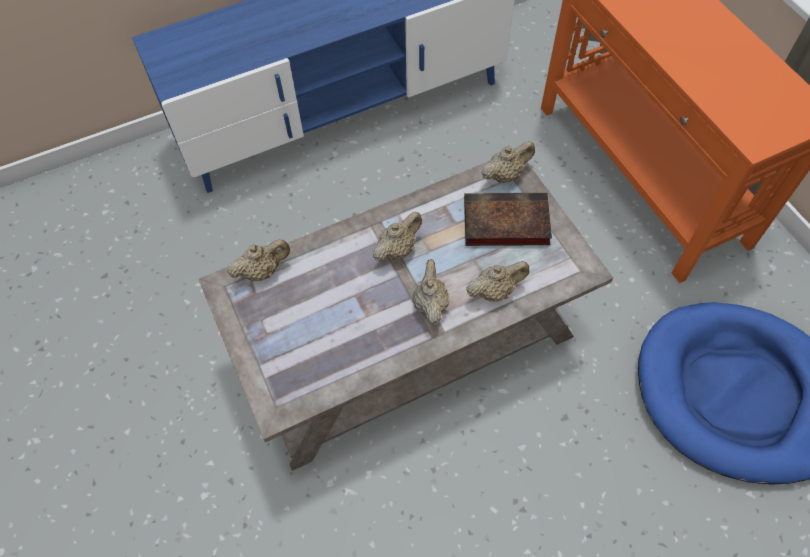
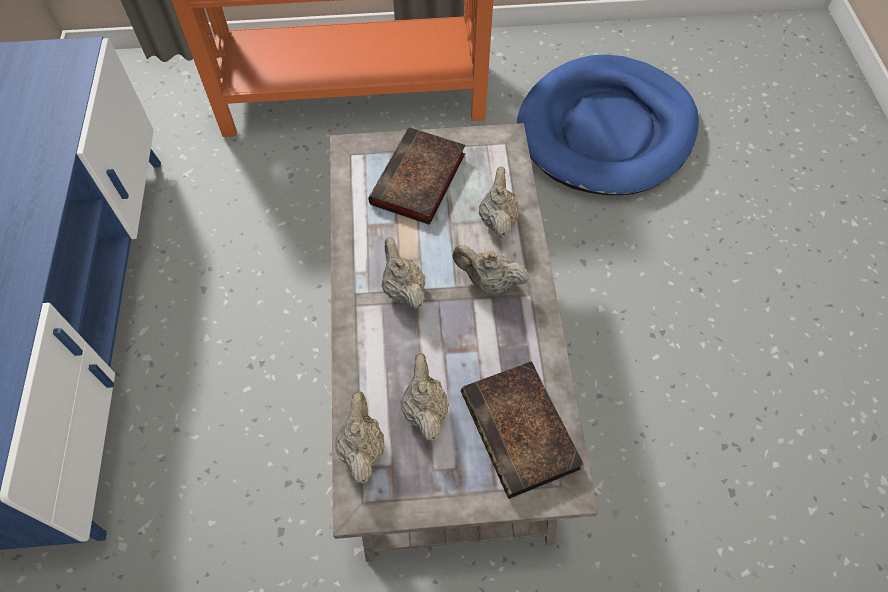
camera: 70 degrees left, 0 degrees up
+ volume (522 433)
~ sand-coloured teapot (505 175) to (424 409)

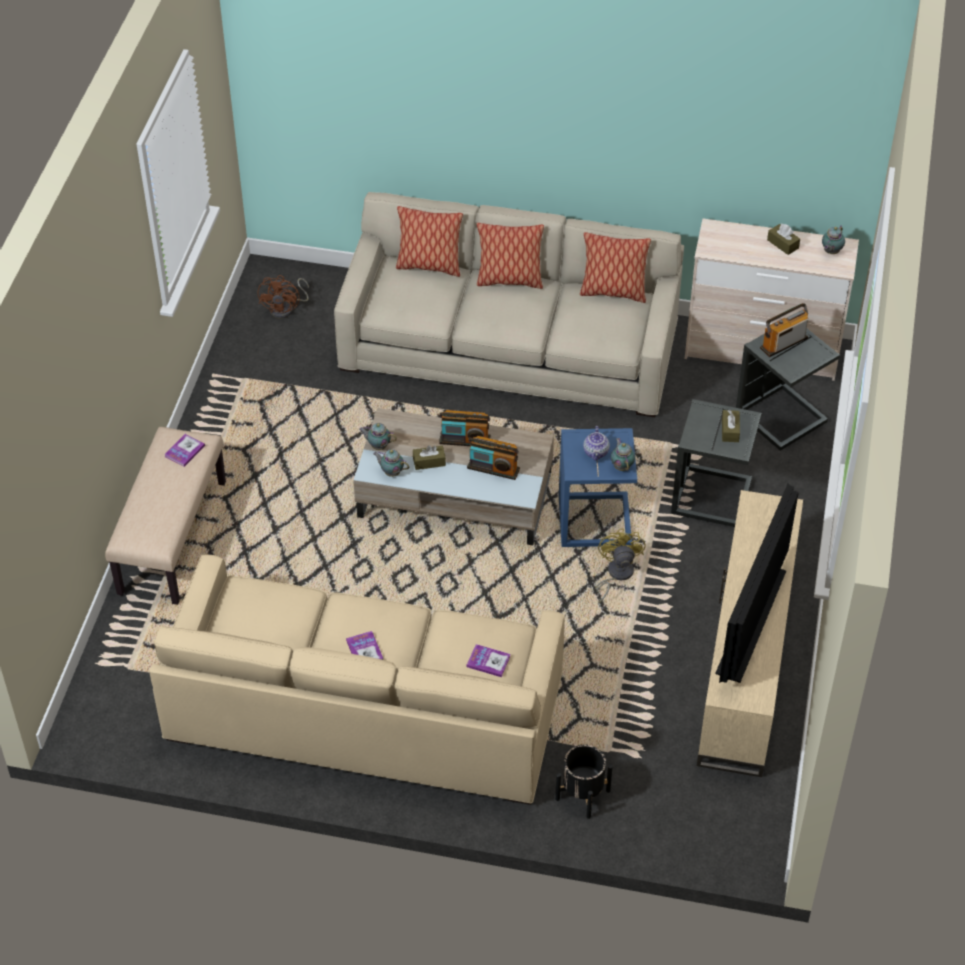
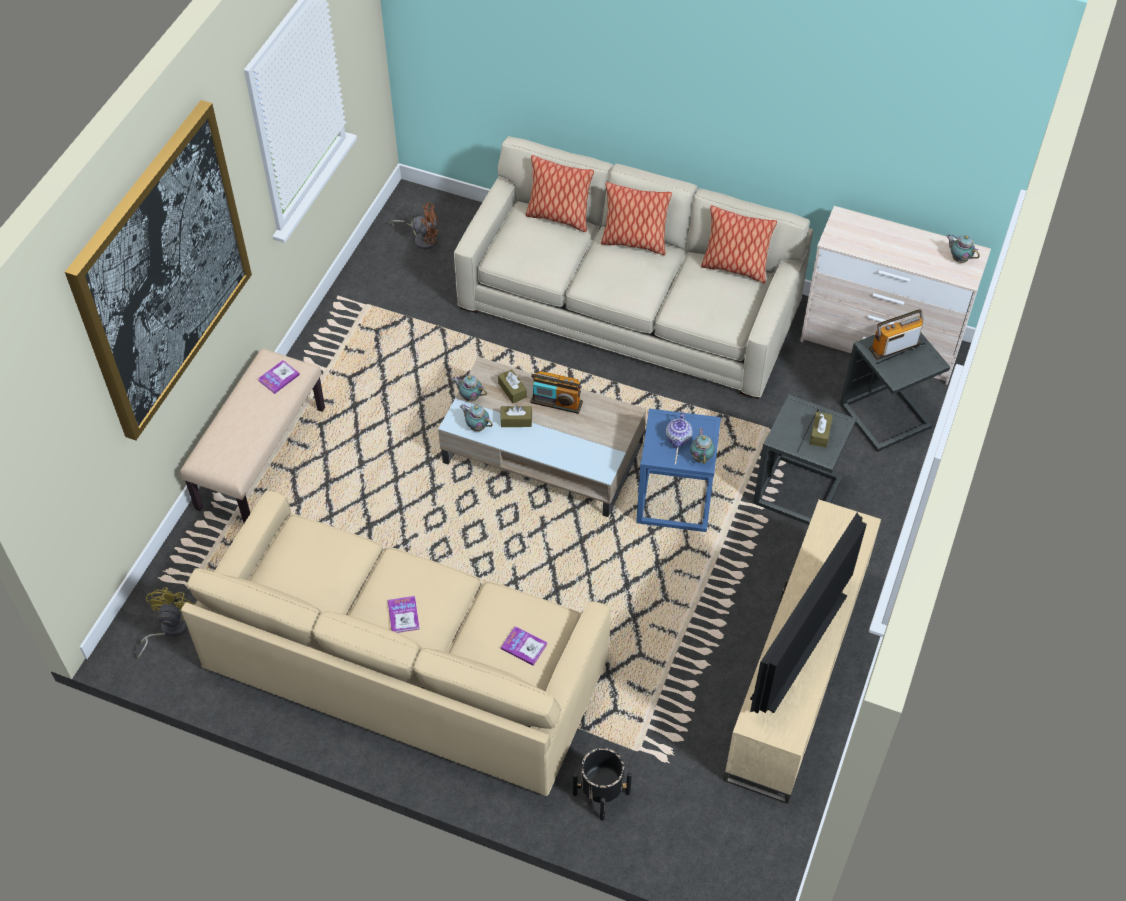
camera: 10 degrees right, 5 degrees up
- radio receiver (493 468)
+ wall picture (162 271)
~ yellowish electric fan (616 574) to (169 629)
~ brown-coloured box of tissues (782 244) to (512 390)
~ brown-coloured electric fan (286 309) = (422 239) 105 degrees counterclockwise
~ teapot (830 252) = (959 258) 90 degrees clockwise

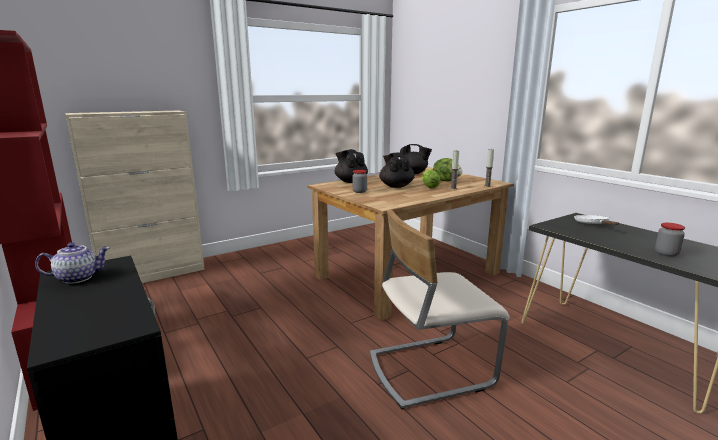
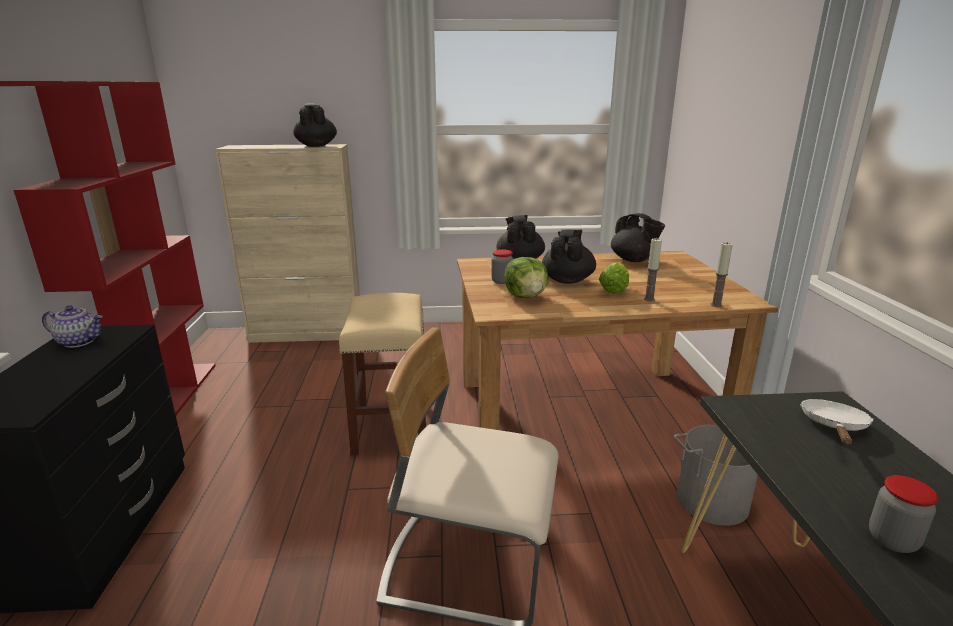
camera: 30 degrees right, 5 degrees up
+ black teapot (316 146)
+ sand-coloured sitting stool (390 424)
+ gray bucket (713 501)
~ lettuce head (446 181) to (526 296)

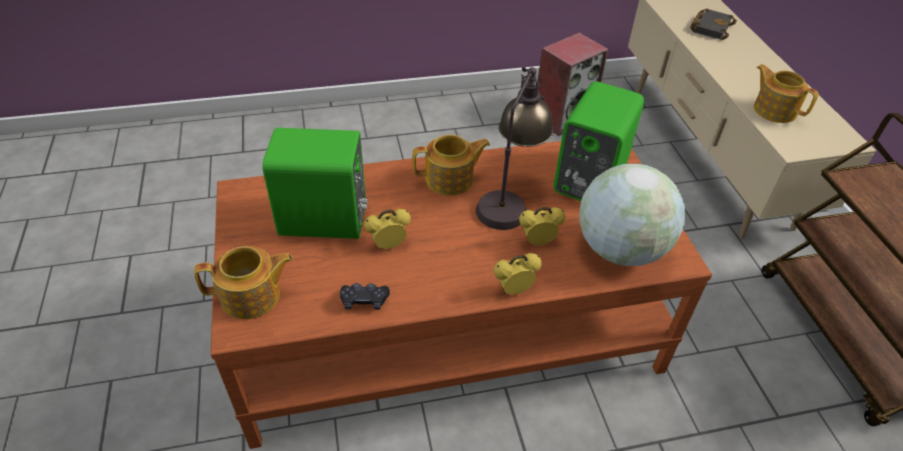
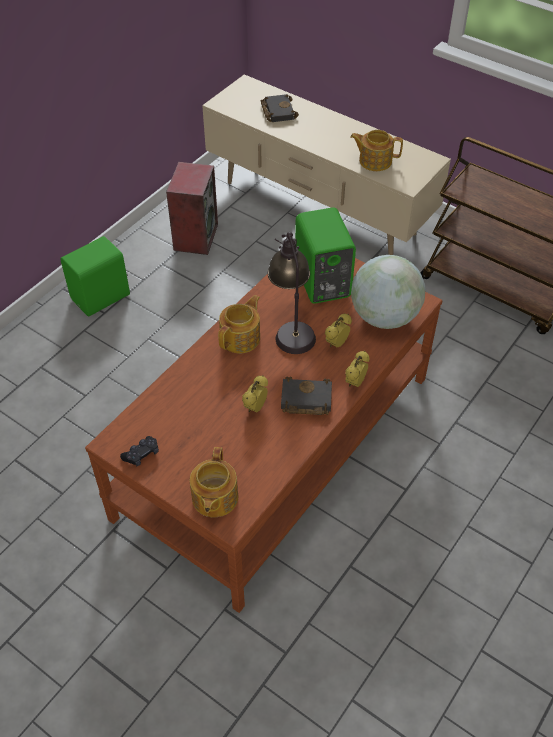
camera: 40 degrees left, 5 degrees up
+ black volume (304 400)
~ green-coloured loudspeaker (324 221) to (102 298)
~ black game controller (364 301) to (141 454)
~ teapot (252 296) = (214 498) 150 degrees clockwise

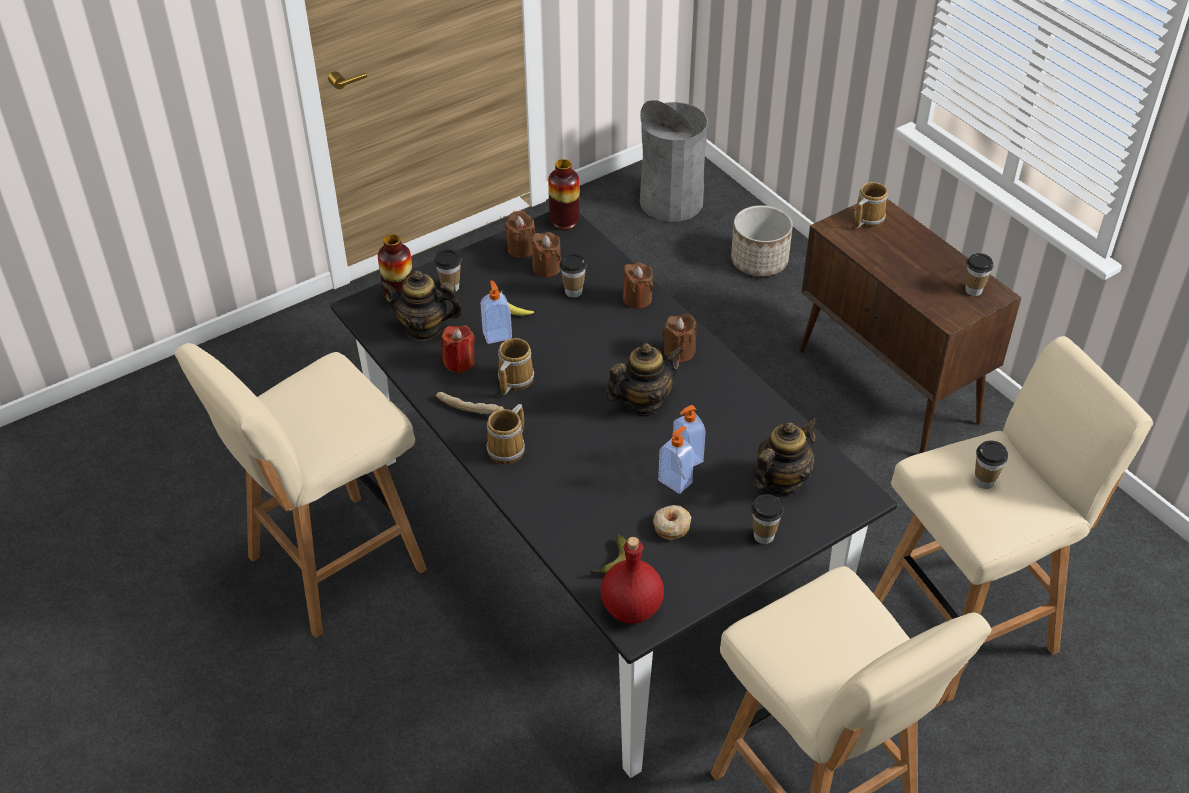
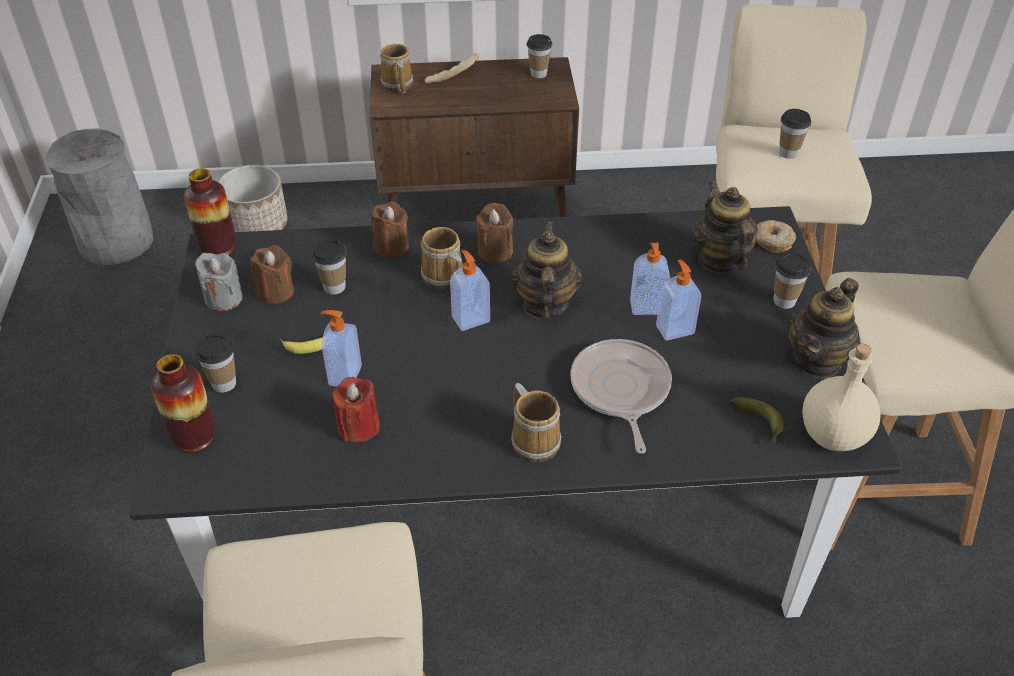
camera: 60 degrees left, 0 degrees up
+ soap bottle (470 319)
+ frying pan (620 390)
~ teapot (424 328) to (817 360)
~ baked bread (470 408) to (452 74)
~ coffee mug (513 380) to (443 278)
~ ring doughnut (671 526) to (772 241)
~ brown-coloured candle (521 249) to gray candle (223 298)
~ red bottle (630 609) to sand-coloured bottle (833 436)

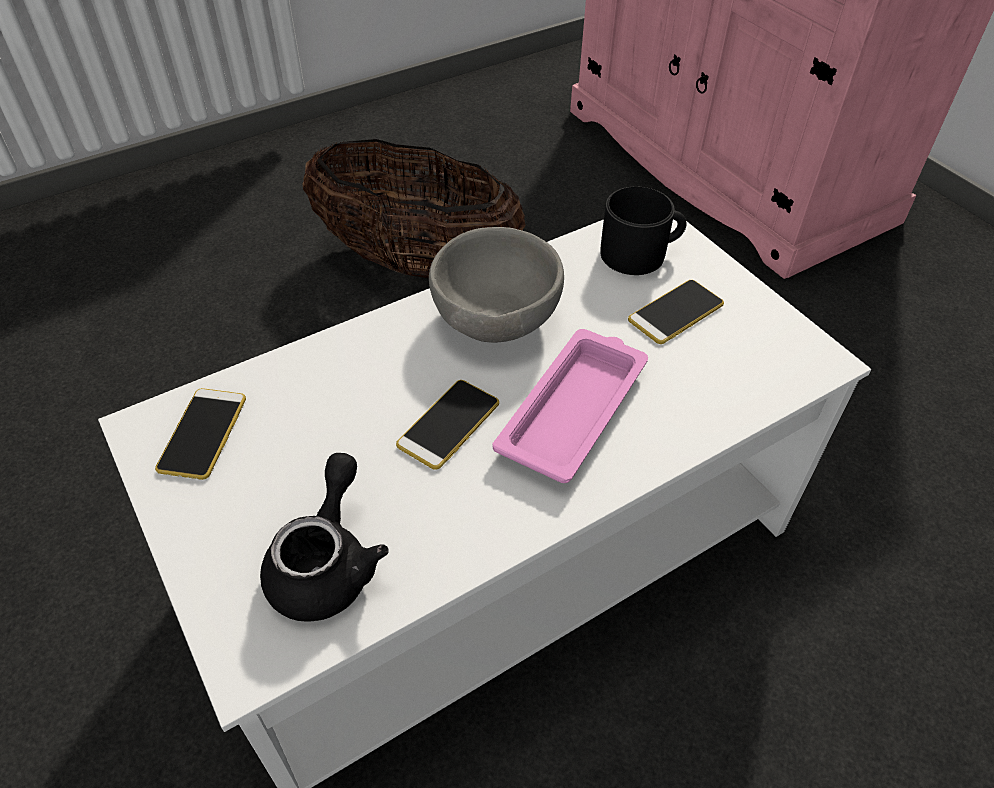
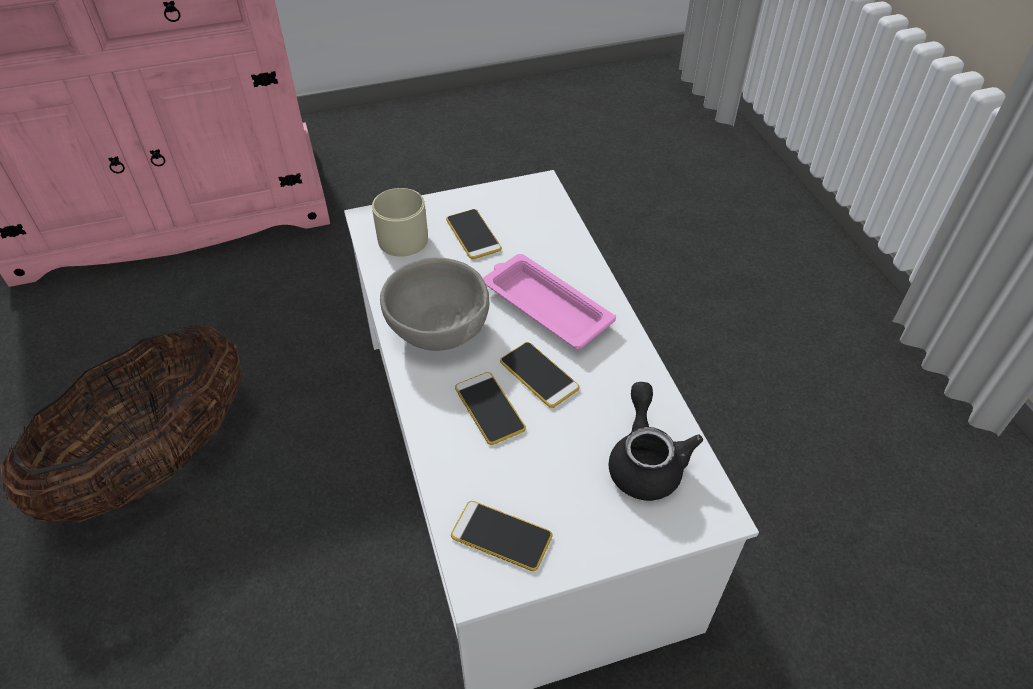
camera: 75 degrees left, 0 degrees up
+ telephone (489 408)
~ black coffee mug (641 253) to sand-coloured coffee mug (404 235)
~ black teapot (327 563) = (645 461) 60 degrees clockwise

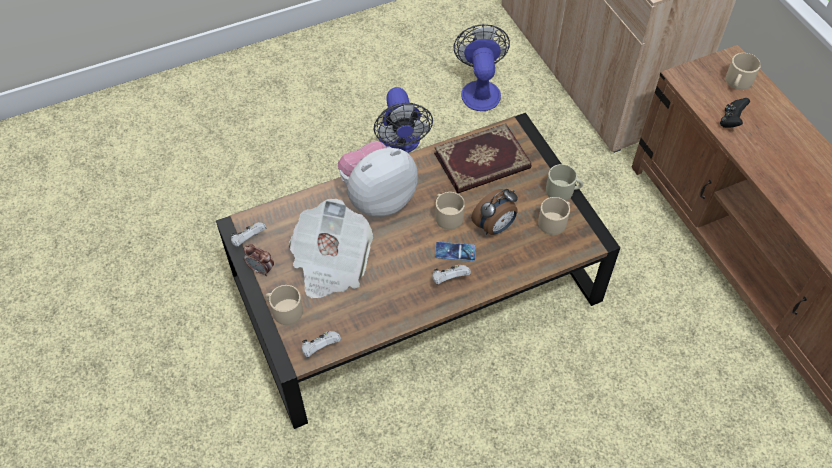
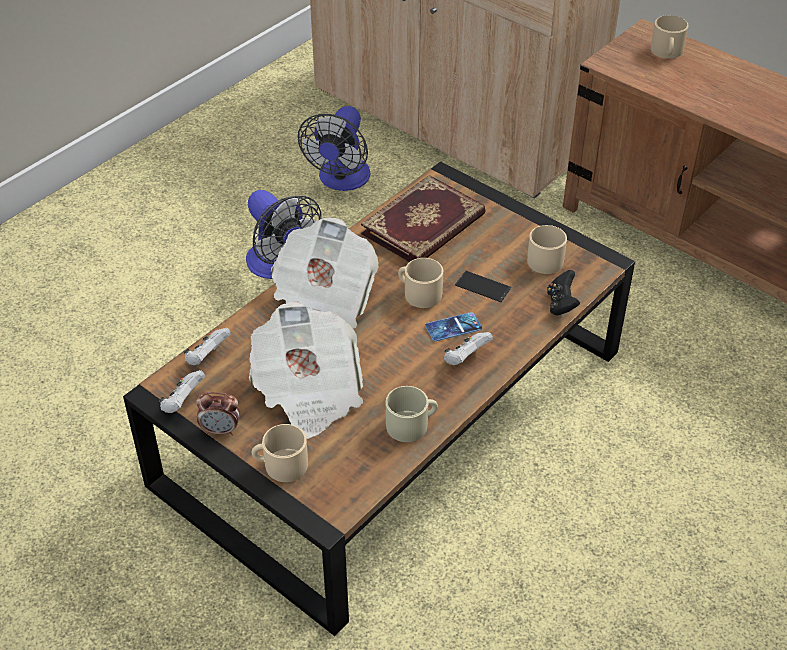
camera: 25 degrees left, 10 degrees down
~ white game controller (320 348) to (207 357)
~ sand-coloured coffee mug (563 191) to (412 424)
~ black game controller (731 120) to (561 304)
~ cuddly toy (378 198) to newspaper (322 302)
~ table clock (494 227) to telephone (482 286)
~ electric fan (480 90) = (341 180) 135 degrees counterclockwise

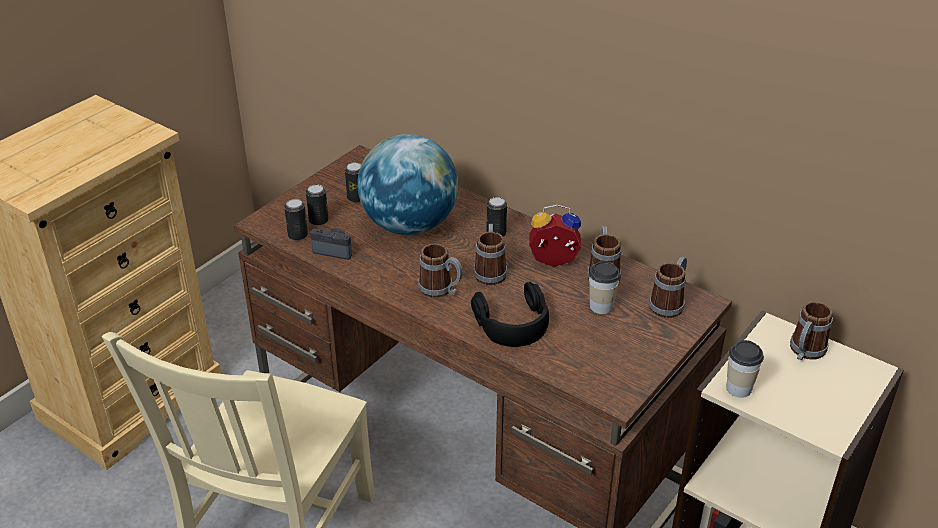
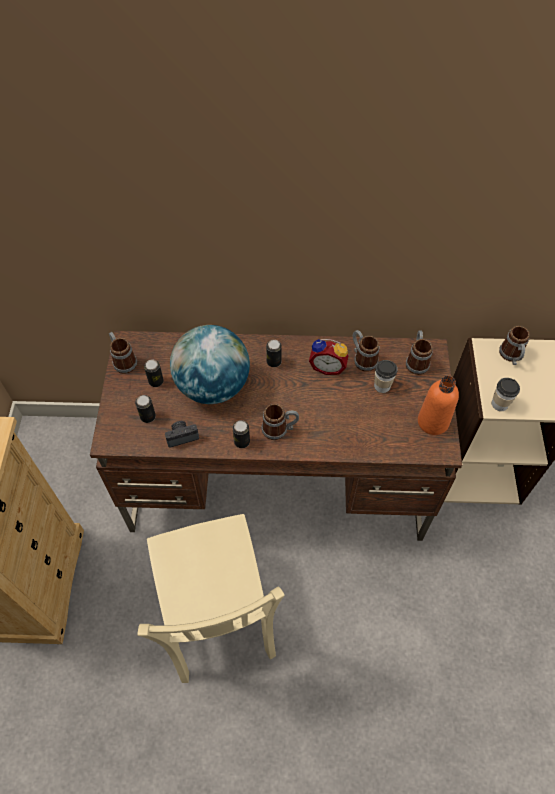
camera: 35 degrees left, 20 degrees up
- black pair of headphones (513 323)
+ orangey bottle (433 422)
~ metal can (298 235) to (242 441)
~ coffee mug (490 271) to (123 360)
~ table clock (553 263) = (328 366) 135 degrees counterclockwise

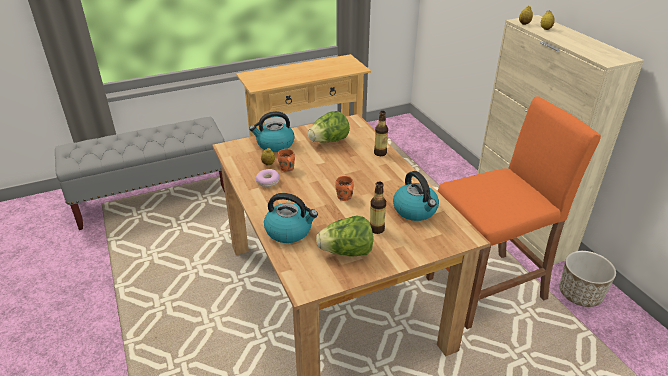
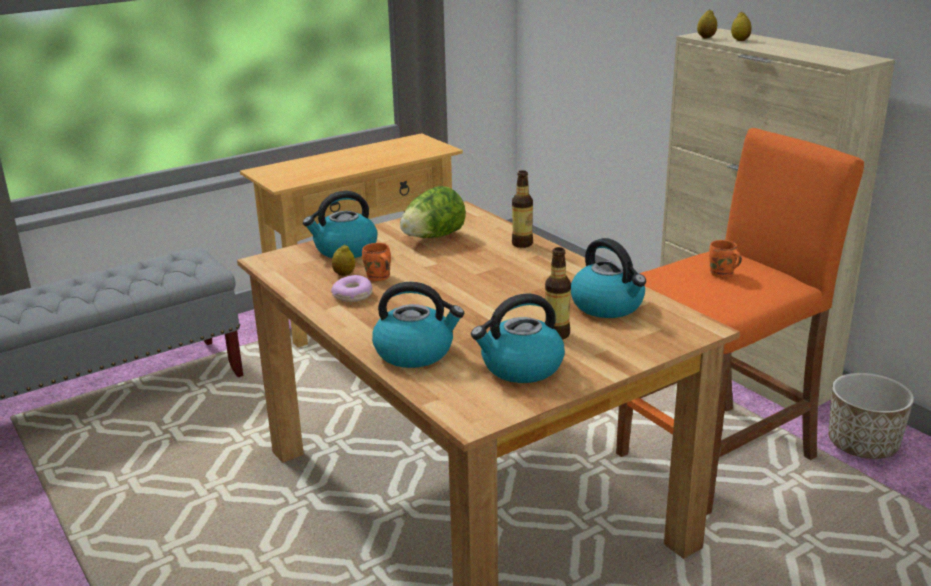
camera: 10 degrees left, 10 degrees down
~ orangey coffee mug (344 198) to (722 274)
~ lettuce head (346 252) to tea kettle (521 367)

